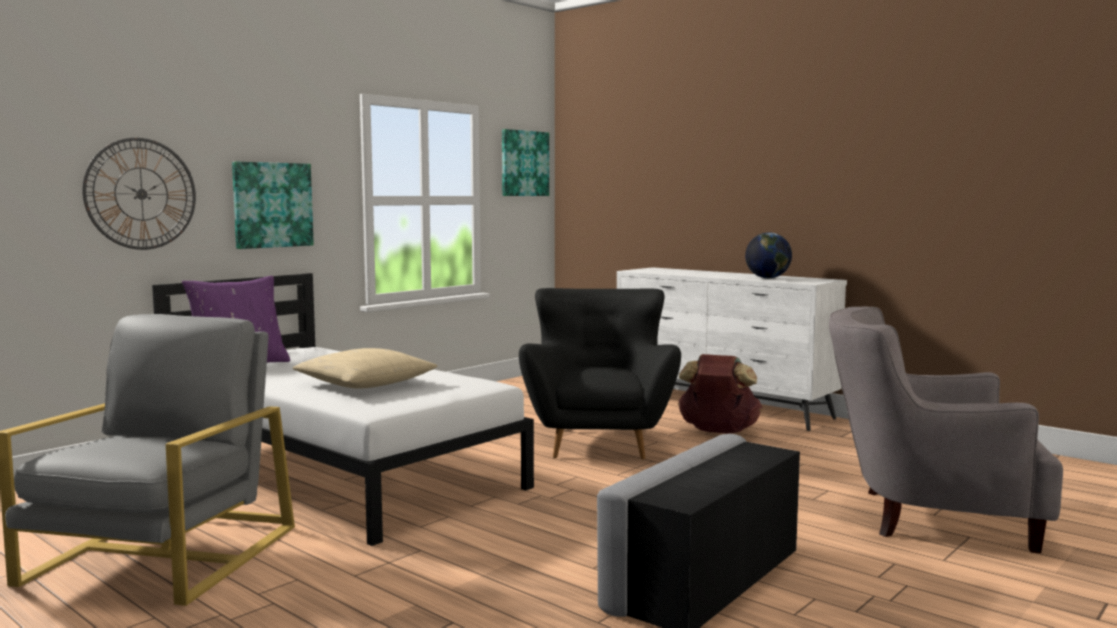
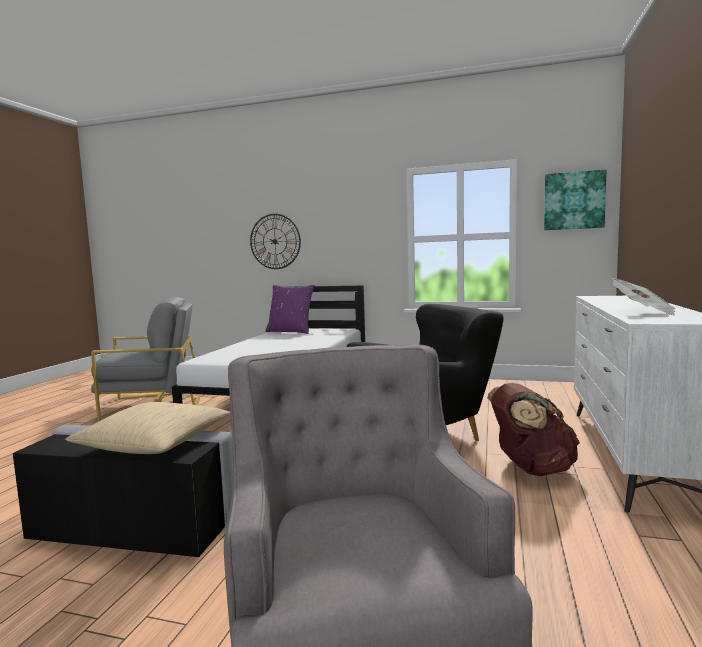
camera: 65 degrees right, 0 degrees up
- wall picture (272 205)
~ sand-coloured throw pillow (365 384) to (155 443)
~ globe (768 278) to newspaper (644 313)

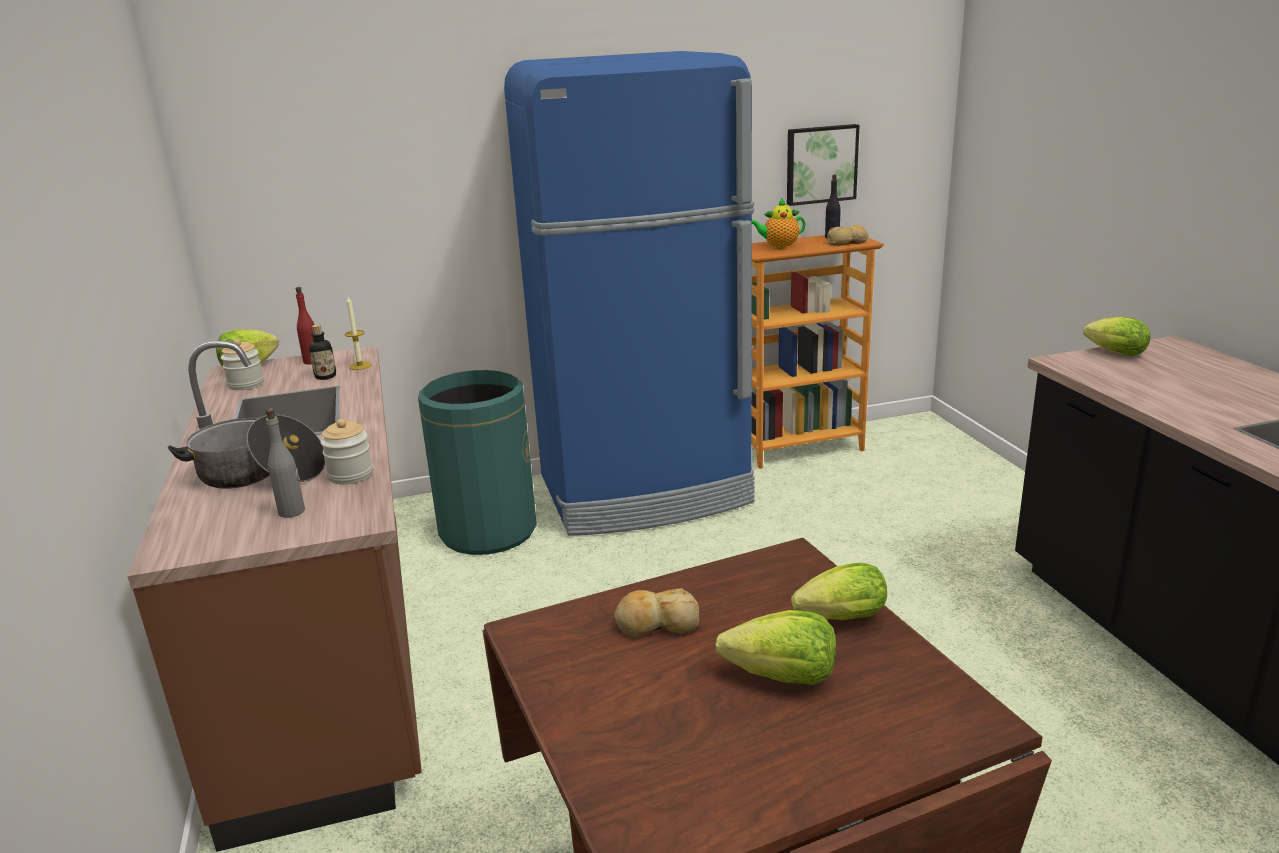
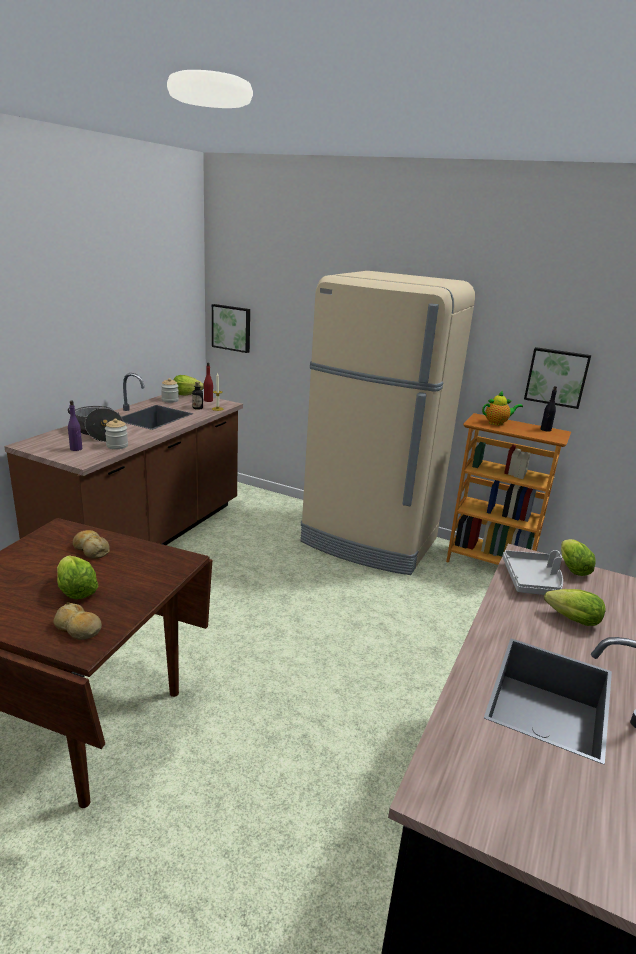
camera: 40 degrees right, 0 degrees up
- green-coloured trash can (488 531)
+ wall picture (232 328)
+ gray serving tray (532 581)
~ lettuce head (837 619) to (569 619)
~ baked bread (848 242) to (78 629)
~ gray bottle (292 511) to purple bottle (76 449)
~ bluish kitchen fridge (645 491) to sand-coloured kitchen fridge (369 541)
~ teapot (778 246) = (497 423) 135 degrees clockwise

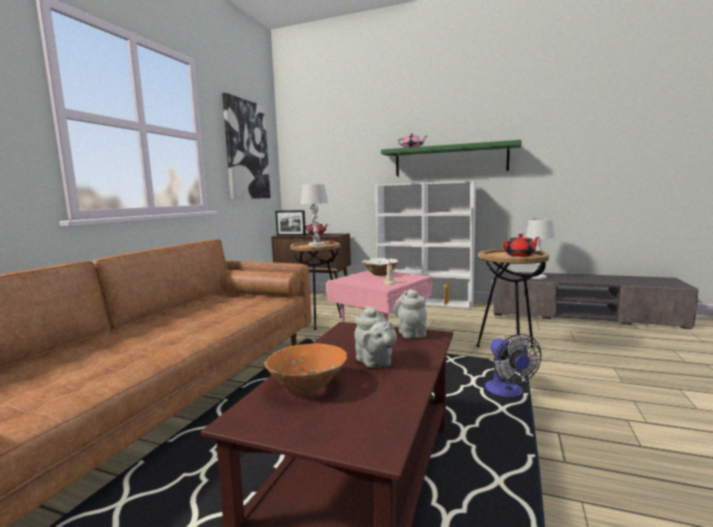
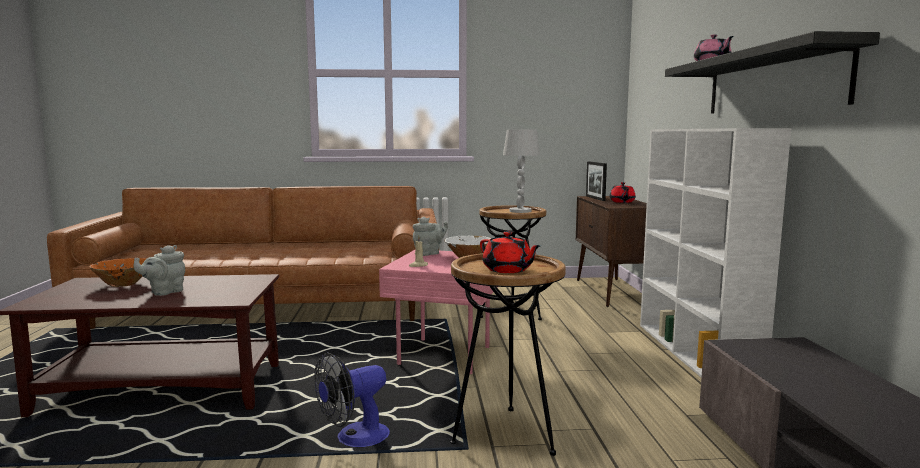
camera: 65 degrees right, 0 degrees up
- wall picture (246 150)
- white tabletop lamp (538 277)
~ gray teapot (411 333) to (429 254)
~ green-coloured wall shelf (450 160) to black wall shelf (771 82)

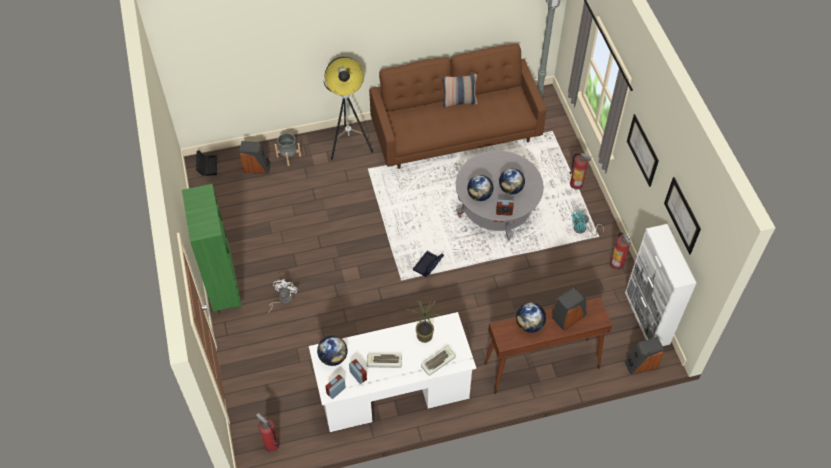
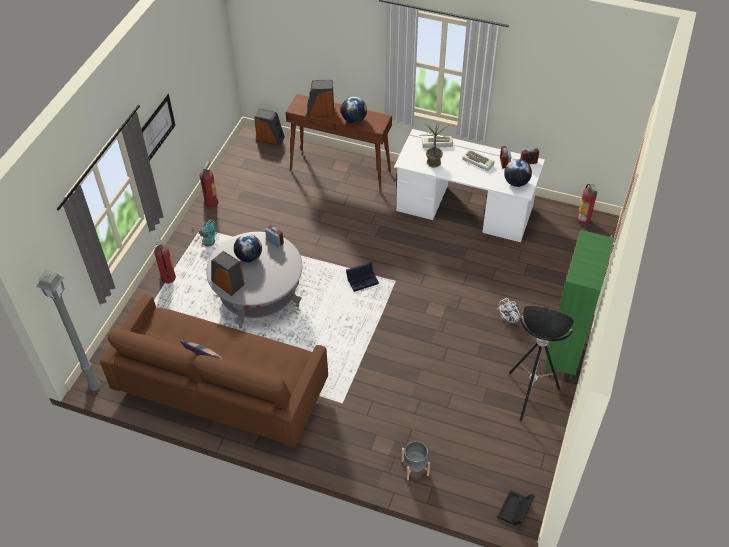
camera: 145 degrees left, 5 degrees down
- globe (479 196)
- white cabinet (647 318)
- wall picture (682 215)
~ loudspeaker (257 167) to (227 283)
~ standing lamp (349 144) to (529 395)

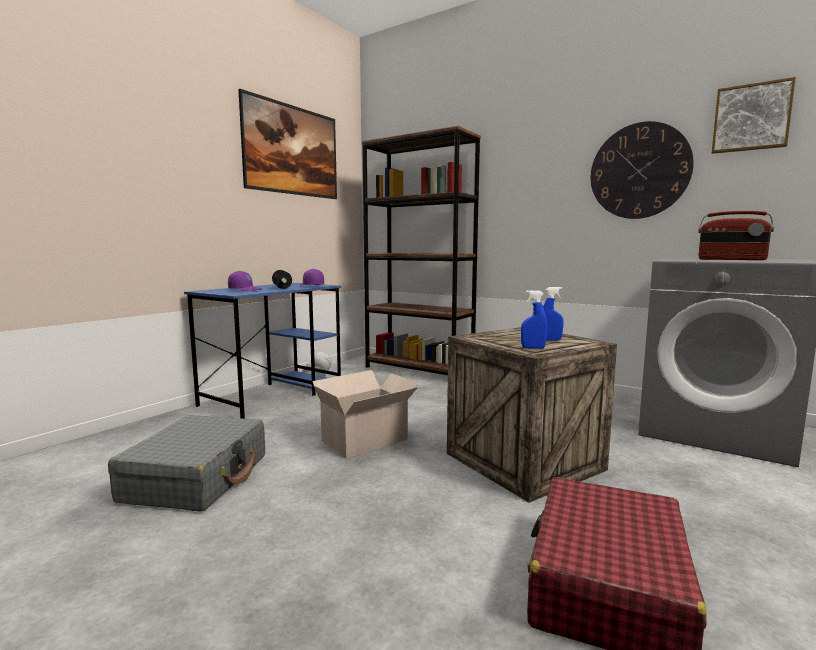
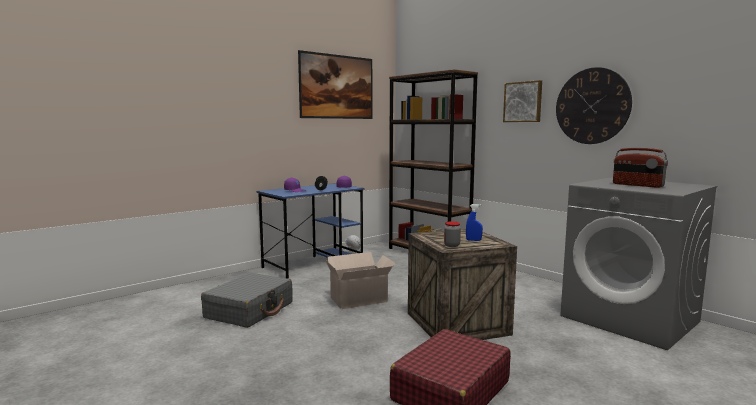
camera: 15 degrees right, 0 degrees up
~ wall picture (751 118) to (523 102)
~ bluish spray bottle (533 348) to storage jar (452 245)

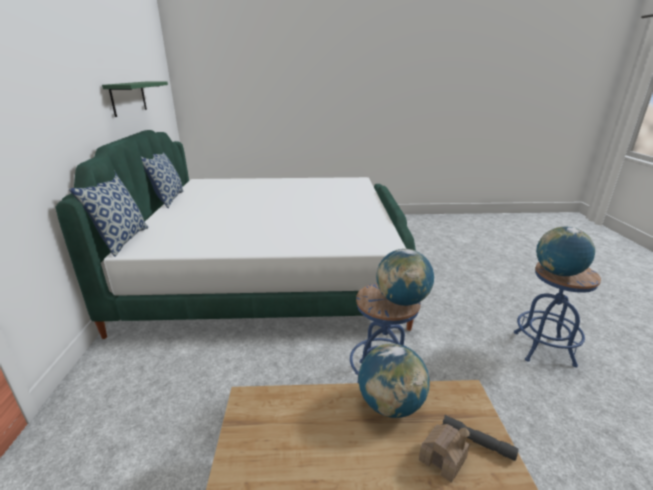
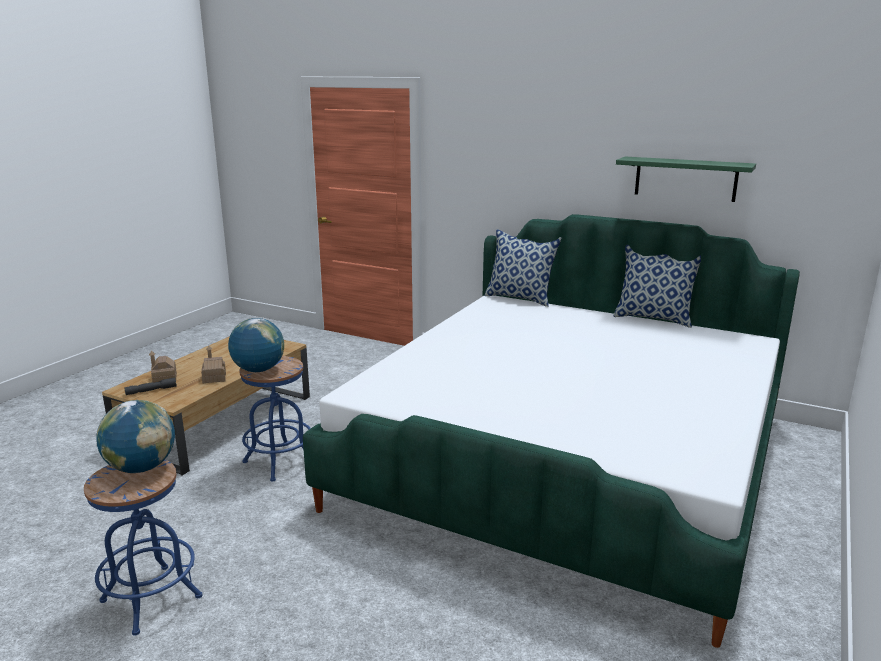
camera: 120 degrees right, 5 degrees down
~ globe (390 405) to miniature house (214 378)

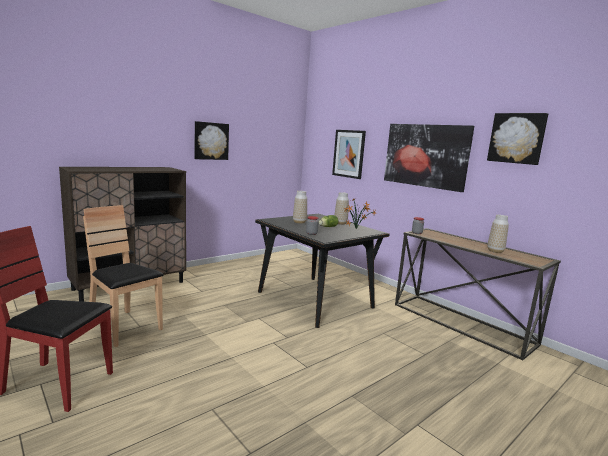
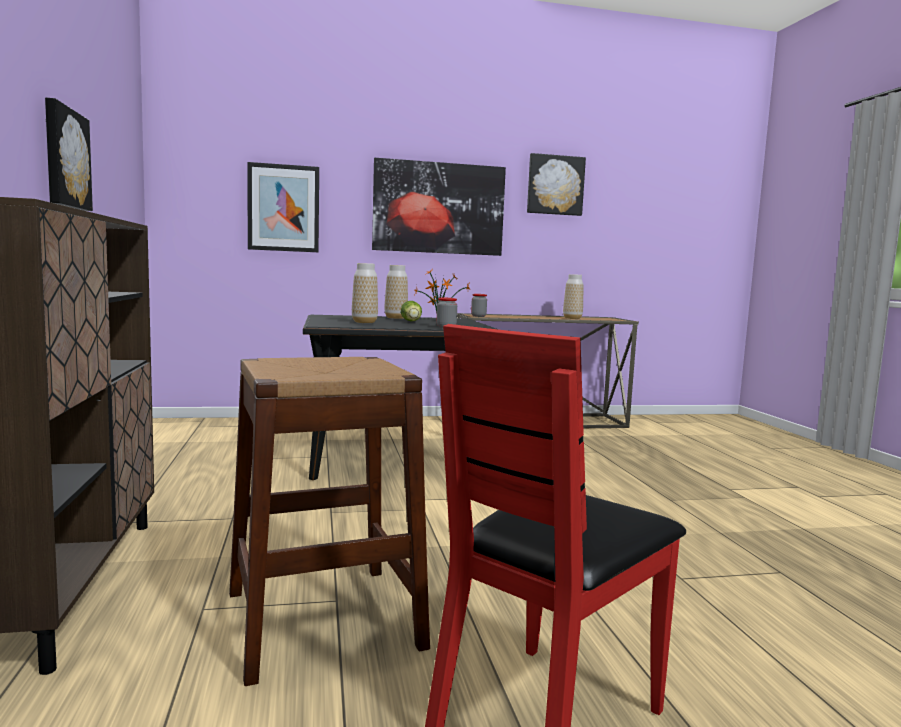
camera: 60 degrees left, 5 degrees down
~ brown-coloured plain chair (124 327) to brown-coloured sitting stool (322 619)

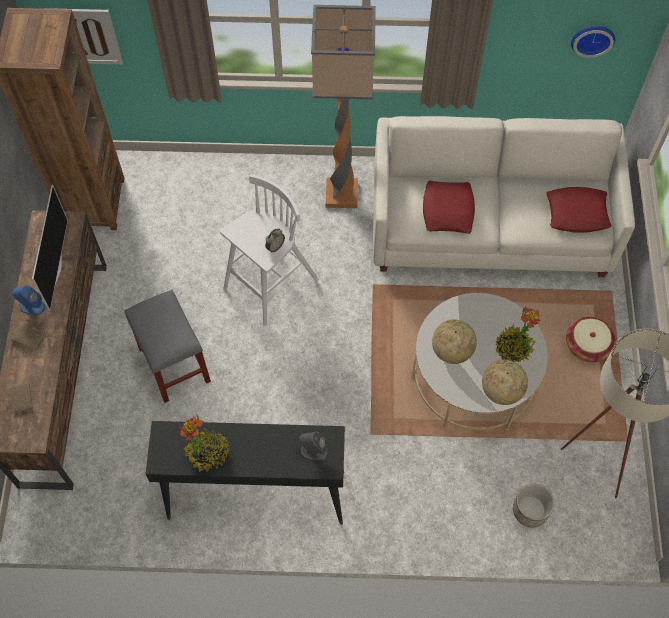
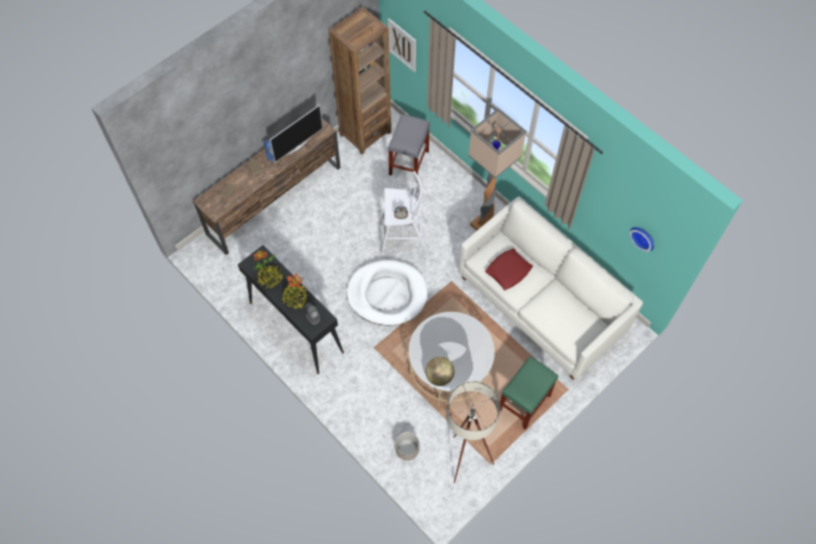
camera: 45 degrees right, 0 degrees up
- globe (452 350)
- red throw pillow (577 213)
+ white dog cushion (387 294)
~ gray sitting stool (173 364) to (409 162)
~ plant in a pot (512 348) to (295 298)
~ household basket (587 345) to green-coloured sitting stool (524 403)

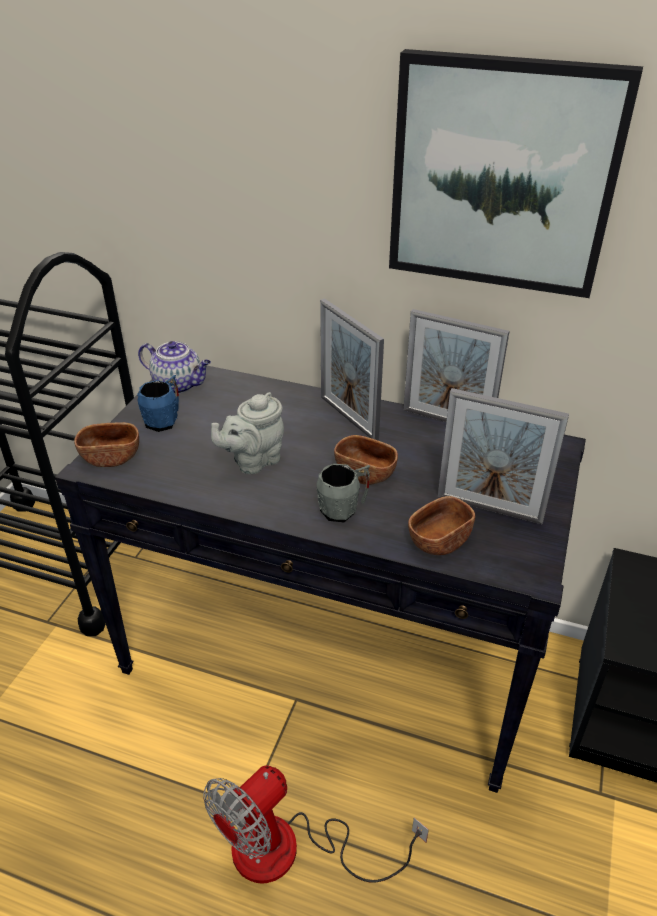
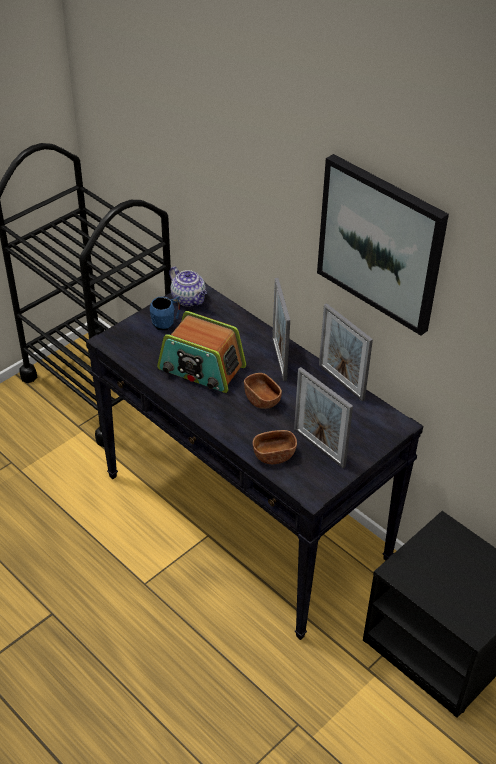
camera: 25 degrees right, 5 degrees up
- brown-coloured deep dish (111 457)
- electric fan (290 851)
- gray coffee mug (344 509)
~ gray teapot (253 461) to radio receiver (201 368)

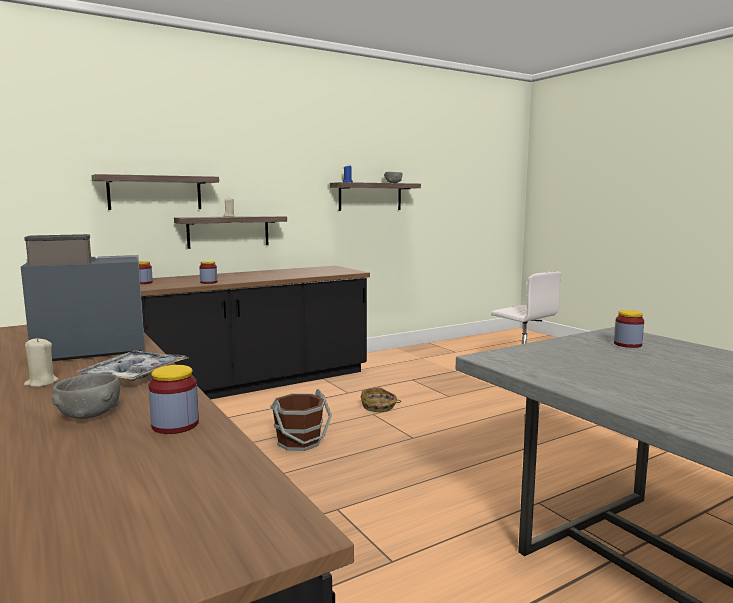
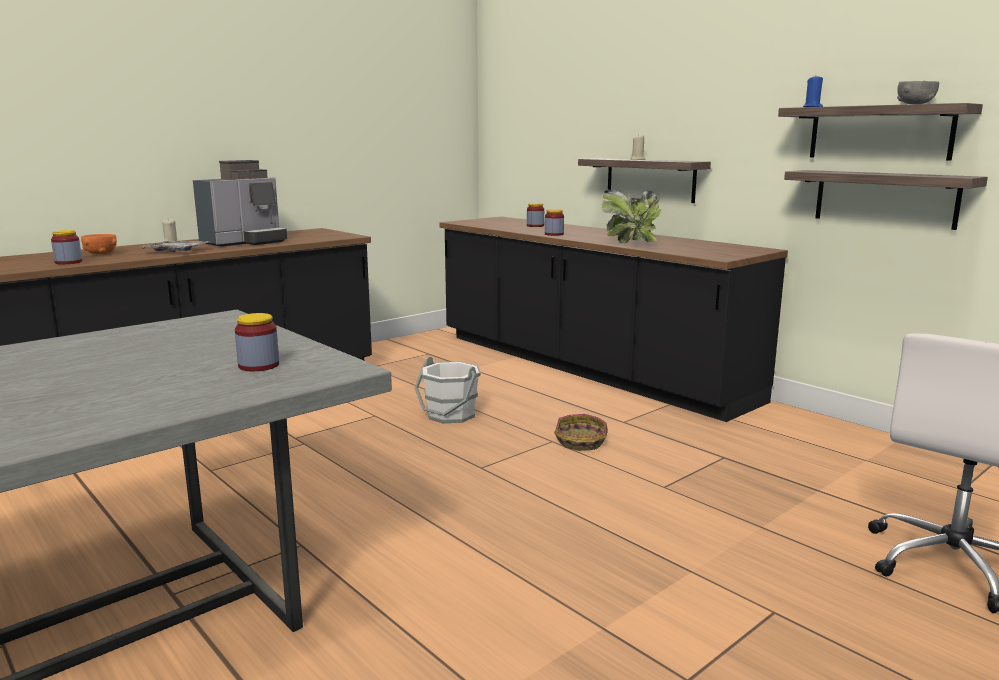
camera: 80 degrees right, 5 degrees up
+ plant in a pot (631 243)
~ wall shelf (155 193) to (885 198)
~ gray deep dish (89 415) to orangey deep dish (100 254)
~ brown-coloured bucket (300 442) to white bucket (450 415)
~ coffee machine (86 350) = (245 242) 75 degrees clockwise

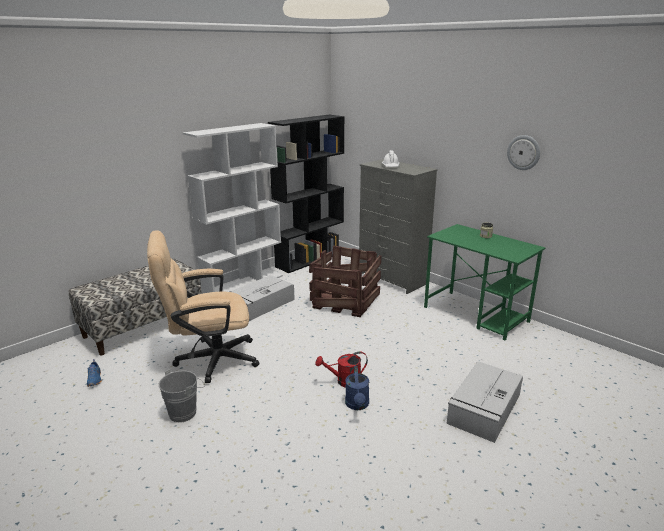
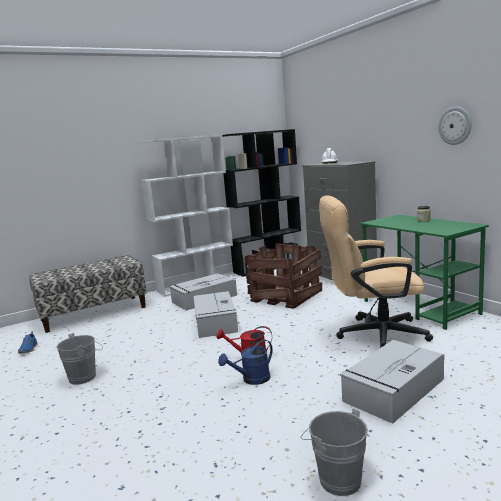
camera: 15 degrees right, 10 degrees down
+ gray storage container (215 322)
+ gray bucket (336 478)
~ sand-coloured office chair (209 360) to (373 334)
~ bluish watering pot (357 405) = (252 380) 45 degrees clockwise

